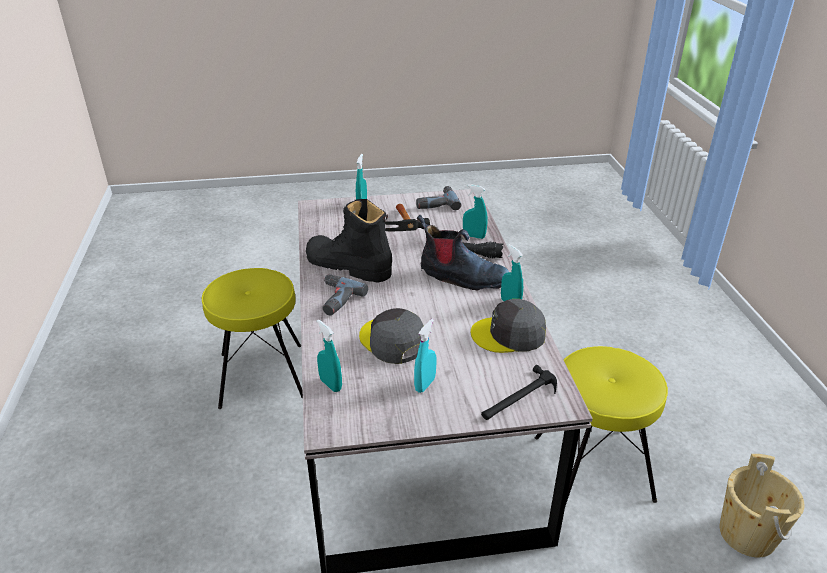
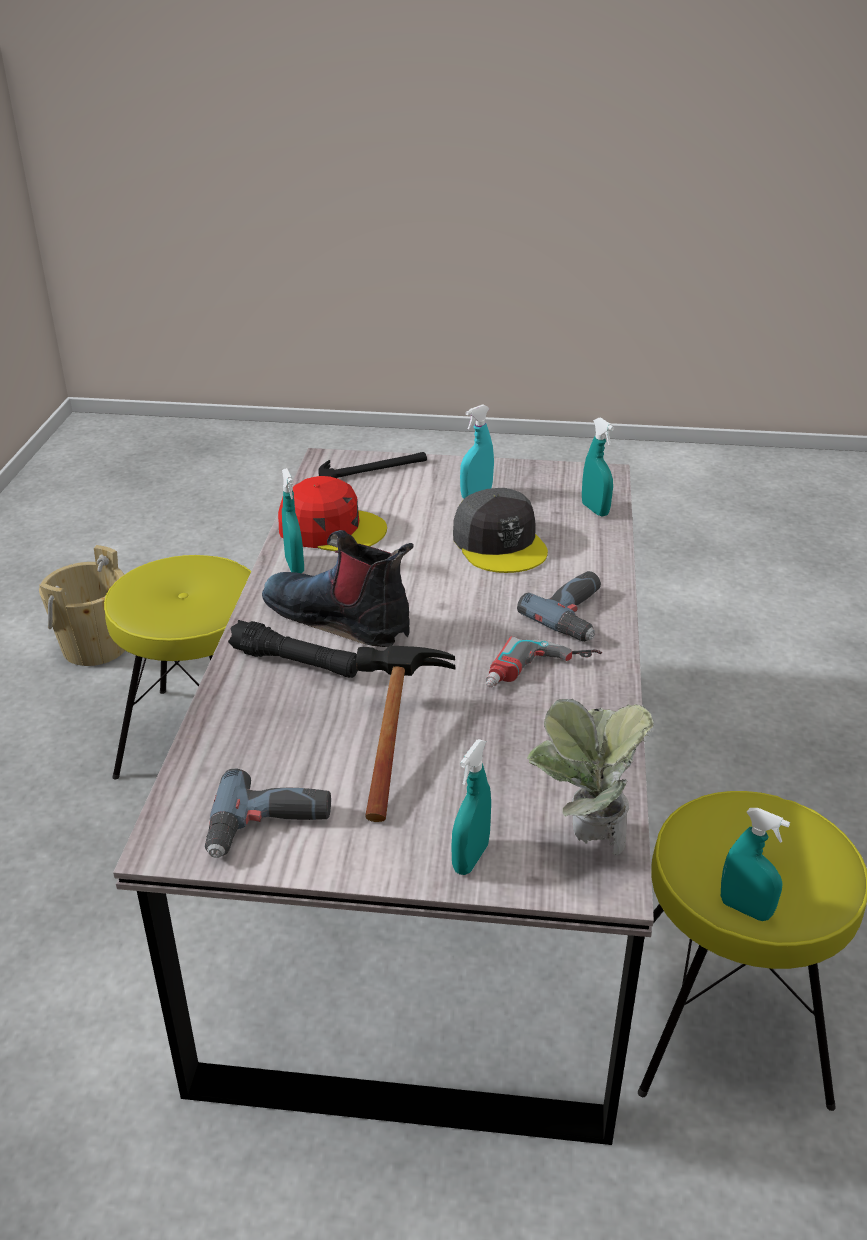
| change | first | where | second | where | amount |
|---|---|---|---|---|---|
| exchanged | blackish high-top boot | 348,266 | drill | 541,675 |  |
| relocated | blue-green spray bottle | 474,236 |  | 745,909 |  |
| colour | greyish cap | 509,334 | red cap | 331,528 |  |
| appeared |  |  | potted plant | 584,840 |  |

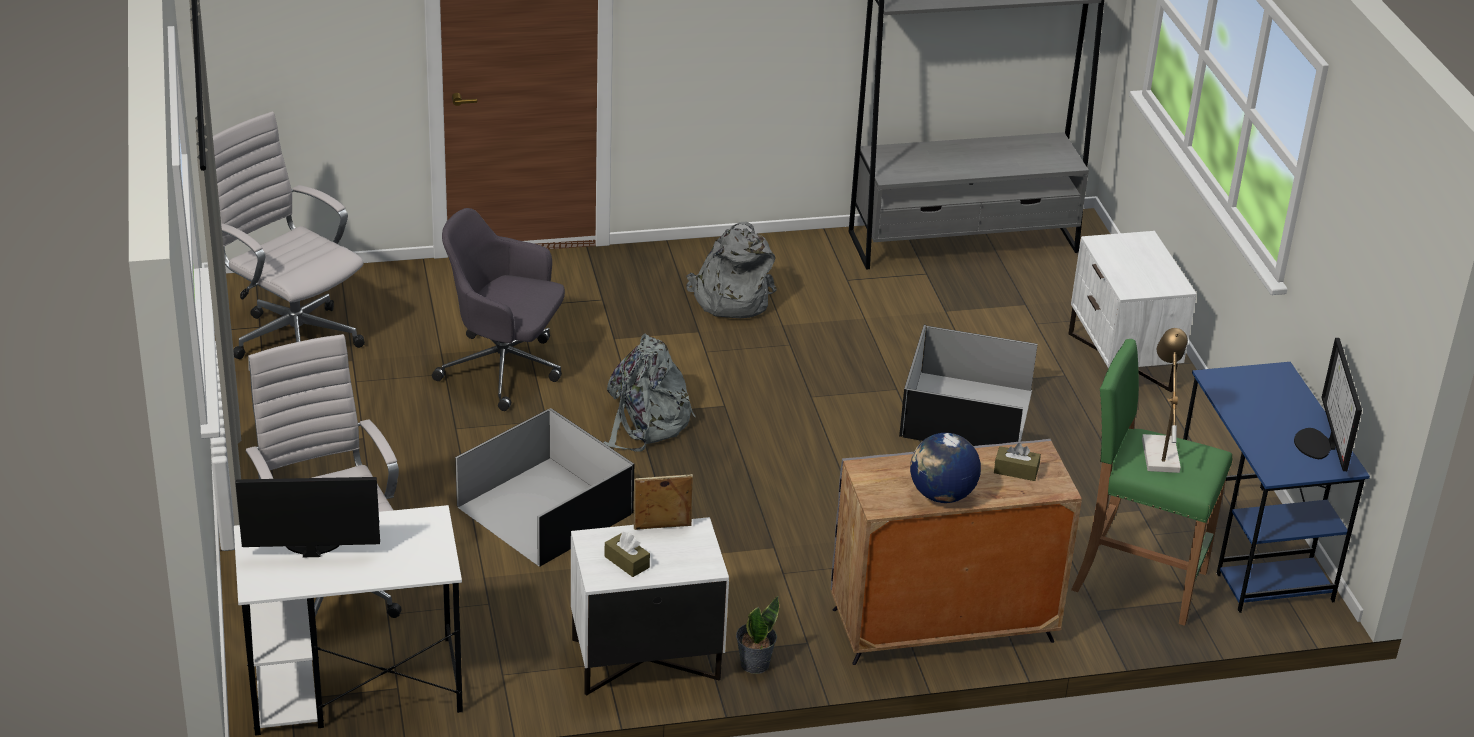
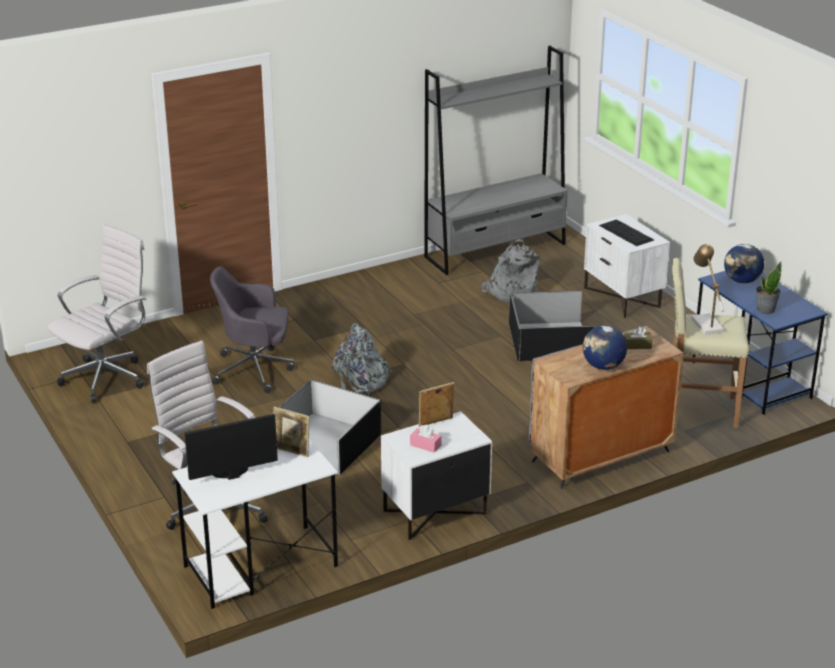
| change | first | where | second | where | amount |
|---|---|---|---|---|---|
| spun | whitish office chair | 293,337 |  | 107,377 | 105 degrees clockwise |
| colour | brown tissue box | 626,562 | pinkish tissue box | 425,445 |  |
| relocated | greyish rucksack | 730,299 |  | 511,292 |  |
| relocated | potted plant | 754,663 |  | 765,309 |  |
| colour | greenish sitting stool | 1137,580 | beige-coloured sitting stool | 698,410 |  |
| missing | computer display | 1318,444 |  |  |  |
| appeared |  |  | photo frame | 291,451 |  |
| appeared |  |  | PC keyboard | 625,232 |  |
| appeared |  |  | world globe | 742,281 |  |

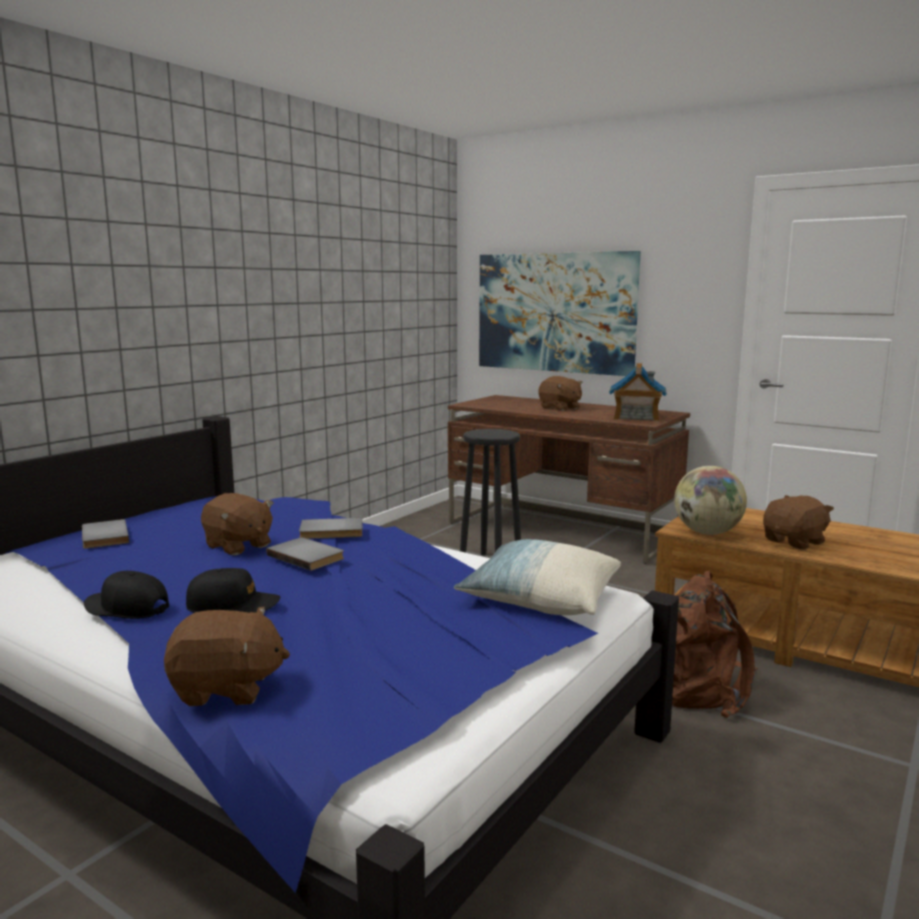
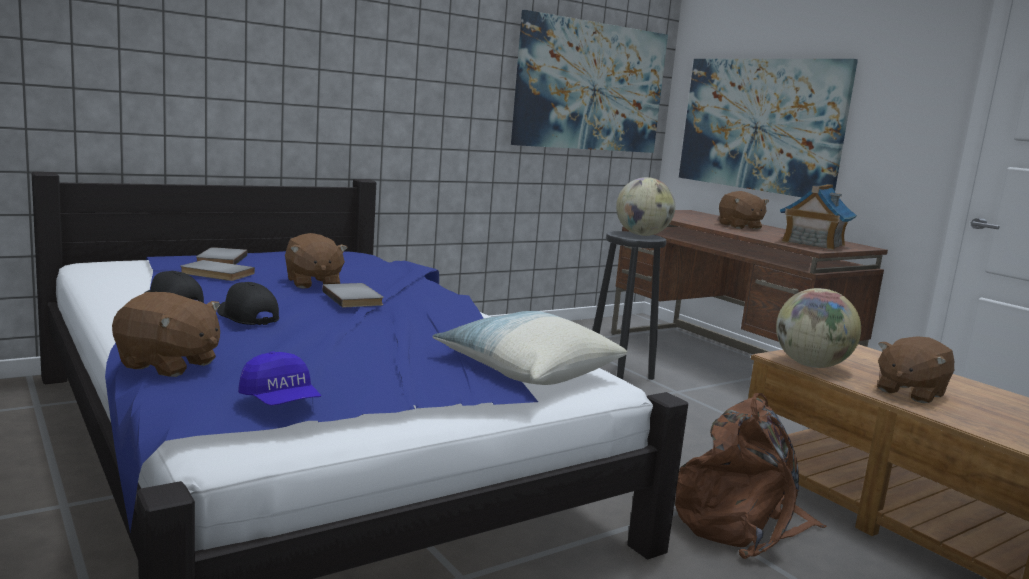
| change | first | where | second | where | amount |
|---|---|---|---|---|---|
| spun | blackish cap | 233,605 |  | 247,316 | 150 degrees counterclockwise |
| relocated | greyish book | 331,532 |  | 216,274 |  |
| spun | brown soft toy | 795,542 |  | 909,392 | 150 degrees clockwise |
| appeared |  |  | blue cap | 280,401 |  |
| appeared |  |  | picture | 591,87 |  |
| appeared |  |  | world globe | 642,235 |  |

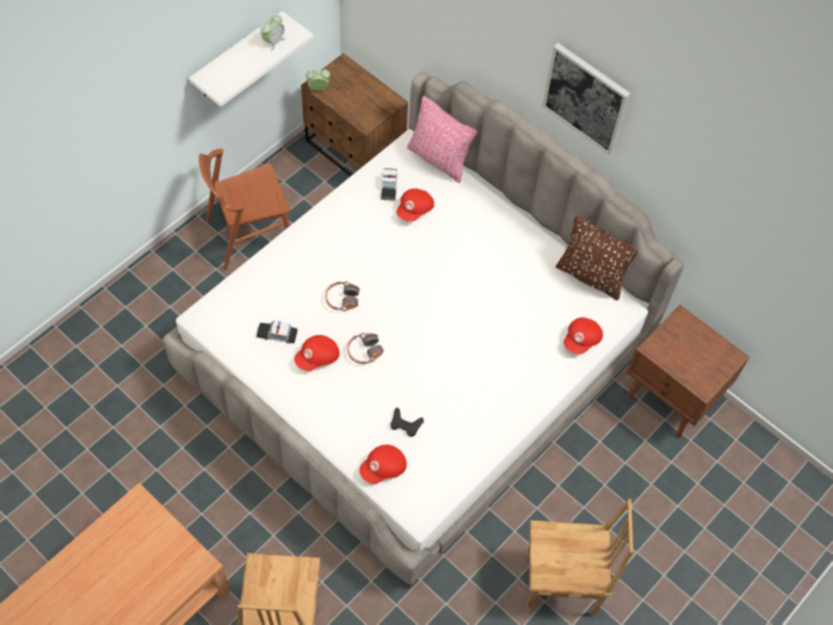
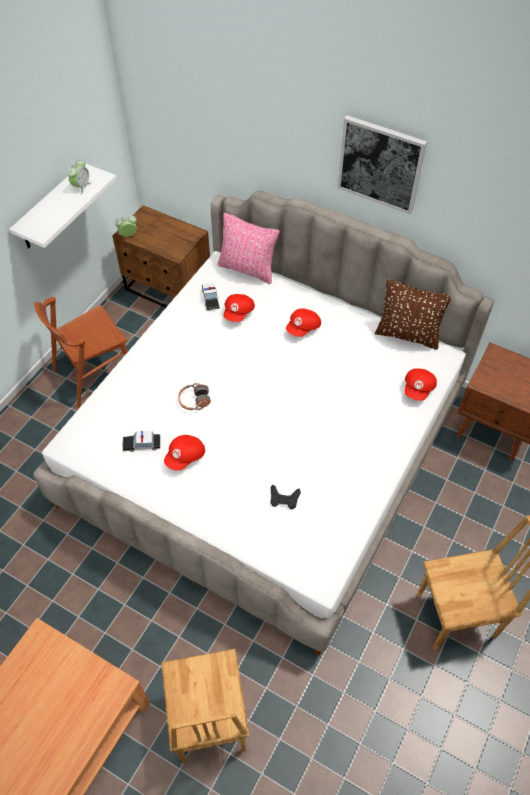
| change | first | where | second | where | amount |
|---|---|---|---|---|---|
| missing | headset | 364,352 |  |  |  |
| relocated | red cap | 384,468 |  | 303,328 |  |

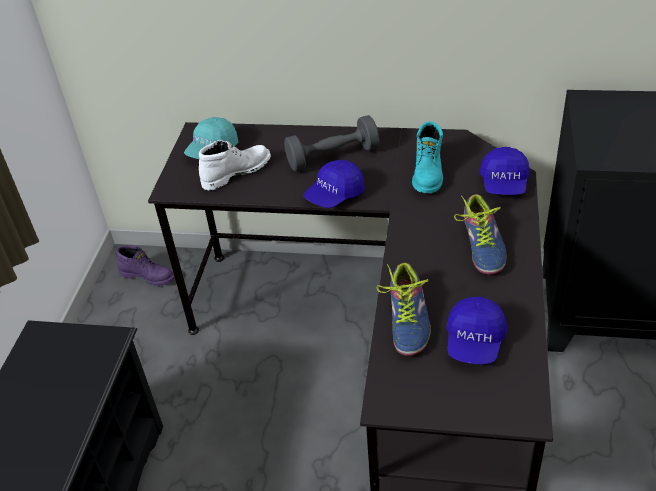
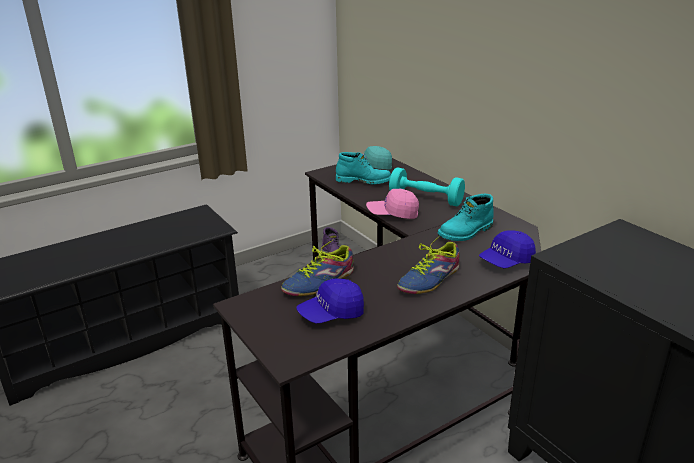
| change | first | where | second | where | amount |
|---|---|---|---|---|---|
| colour | whitish high-top boot | 236,172 | blue-green high-top boot | 364,181 |  |
| colour | greyish dumbbell | 332,157 | blue-green dumbbell | 426,199 |  |
| colour | blue cap | 335,195 | pinkish cap | 393,214 |  |

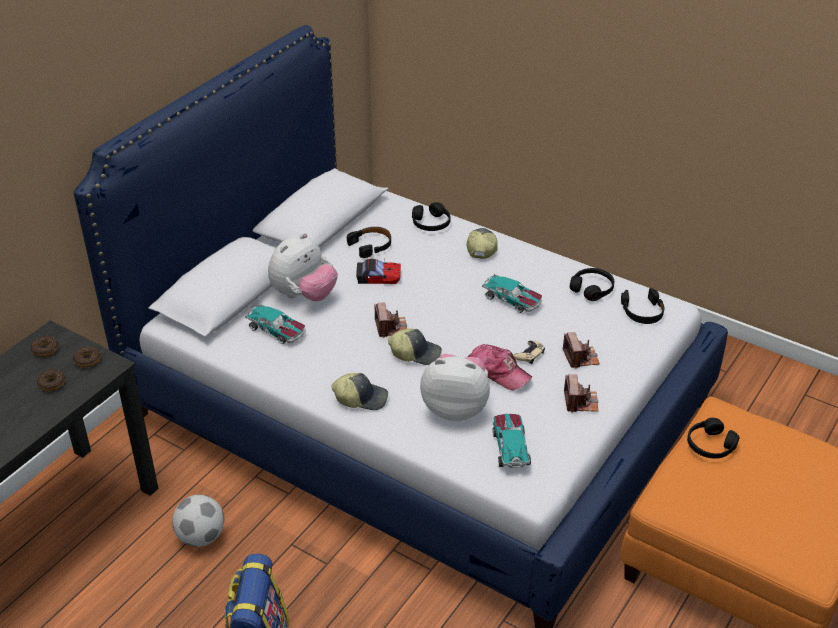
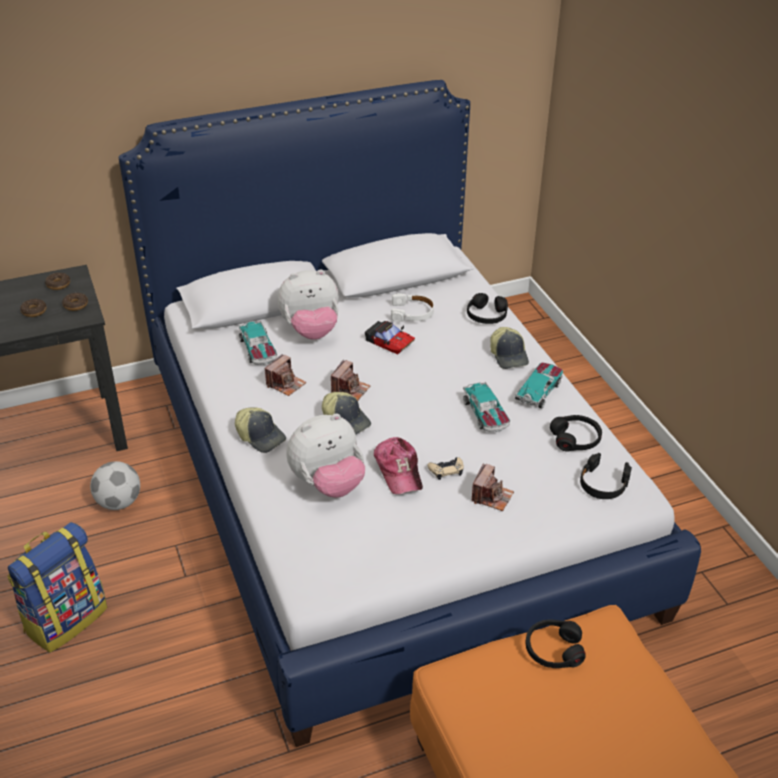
| change | first | where | second | where | amount |
|---|---|---|---|---|---|
| colour | blackish headset | 371,245 | whitish headset | 412,313 |  |
| spun | soft toy | 455,408 |  | 328,484 | 105 degrees clockwise |
| spun | cap | 481,248 |  | 509,356 | 120 degrees clockwise |
| relocated | miniature car | 510,447 |  | 538,391 |  |
| relocated | still camera | 580,402 |  | 286,384 |  |

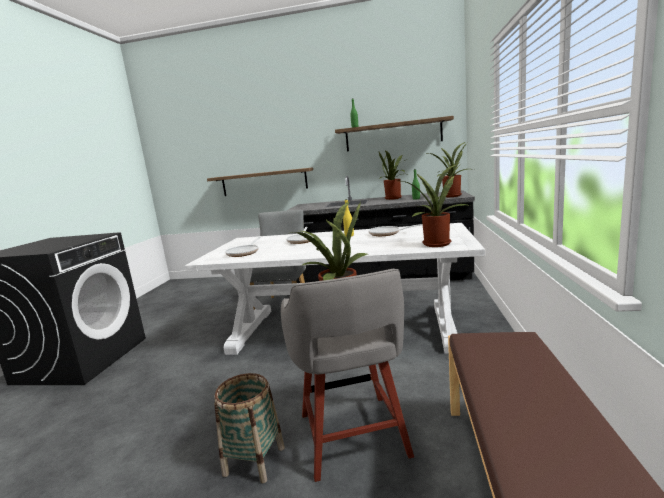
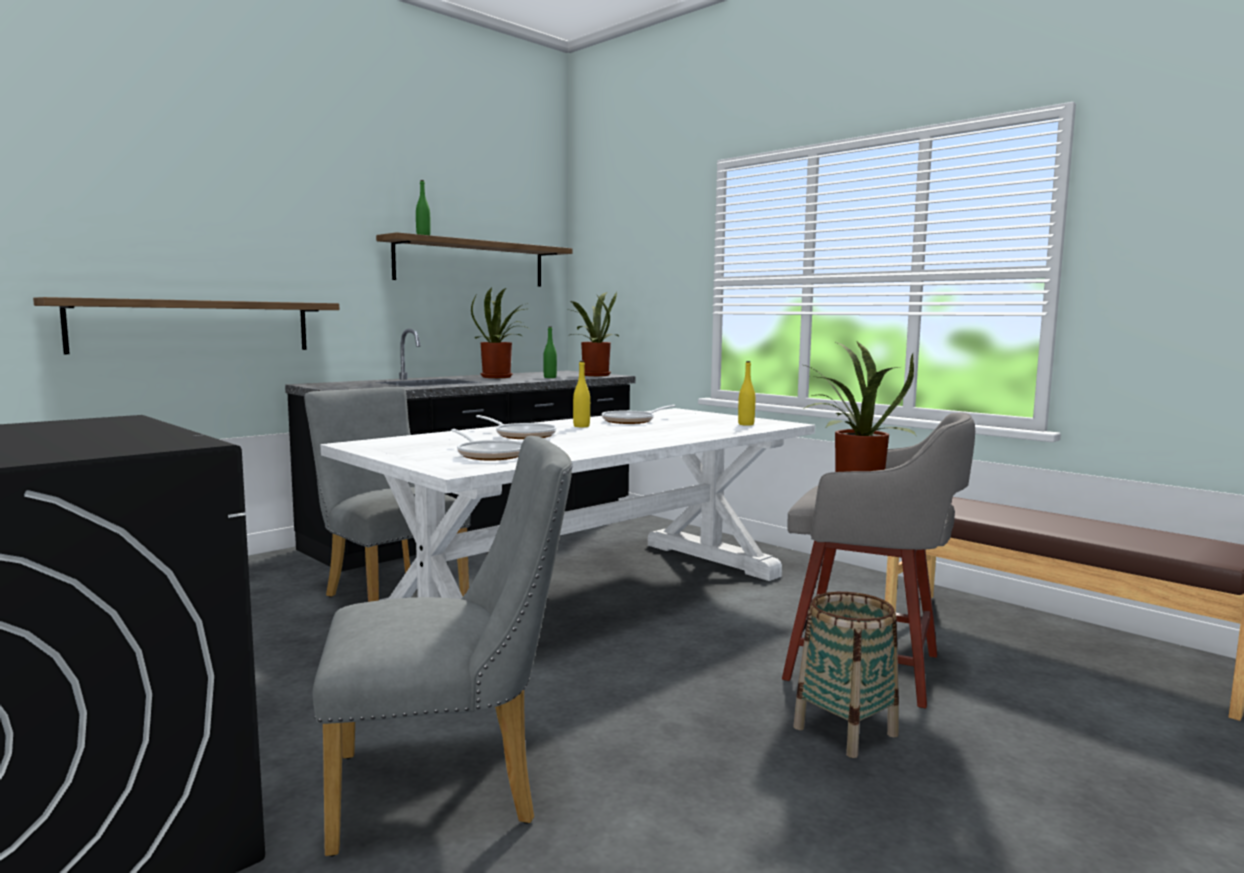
| change | first | where | second | where | amount |
|---|---|---|---|---|---|
| exchanged | potted plant | 436,243 | yellow bottle | 746,424 |  |
| appeared |  |  | greyish chair | 451,788 |  |

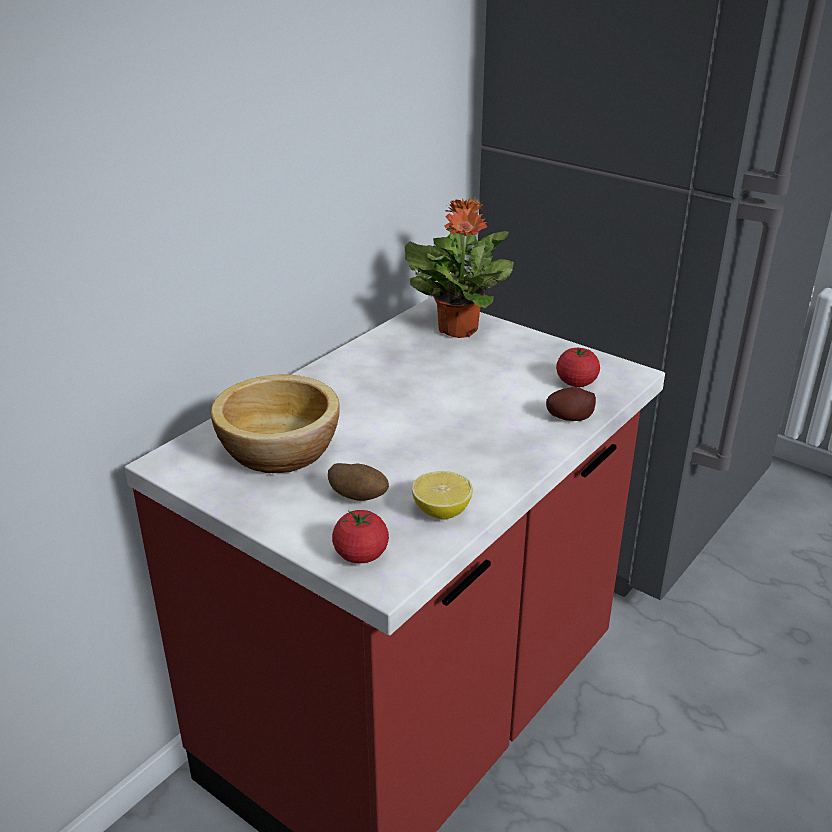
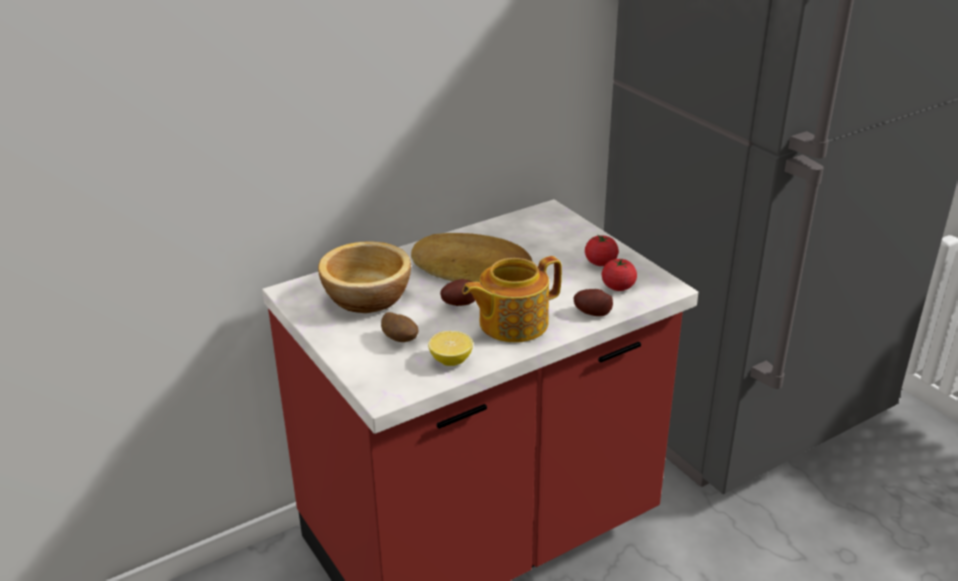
| change | first | where | second | where | amount |
|---|---|---|---|---|---|
| relocated | whole tomato | 361,554 |  | 600,262 |  |
| missing | potted plant | 458,329 |  |  |  |
| appeared |  |  | baked bread | 471,269 |  |
| appeared |  |  | whole potato | 459,303 |  |
| appeared |  |  | tea pot | 511,323 |  |

